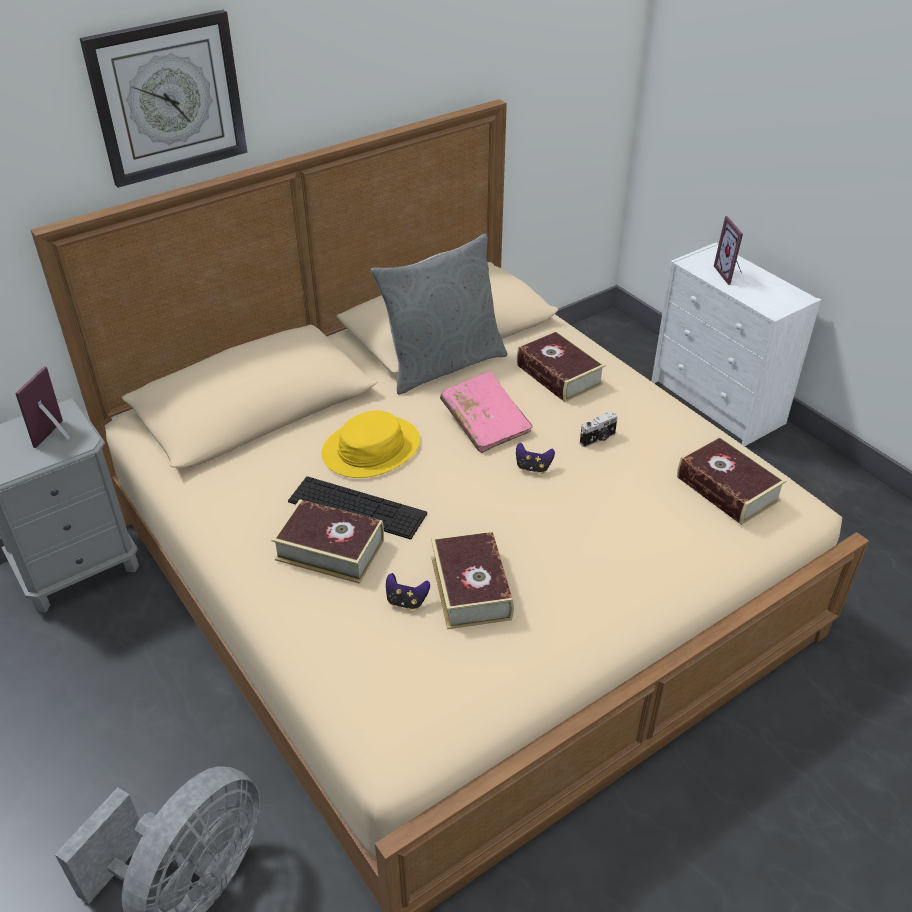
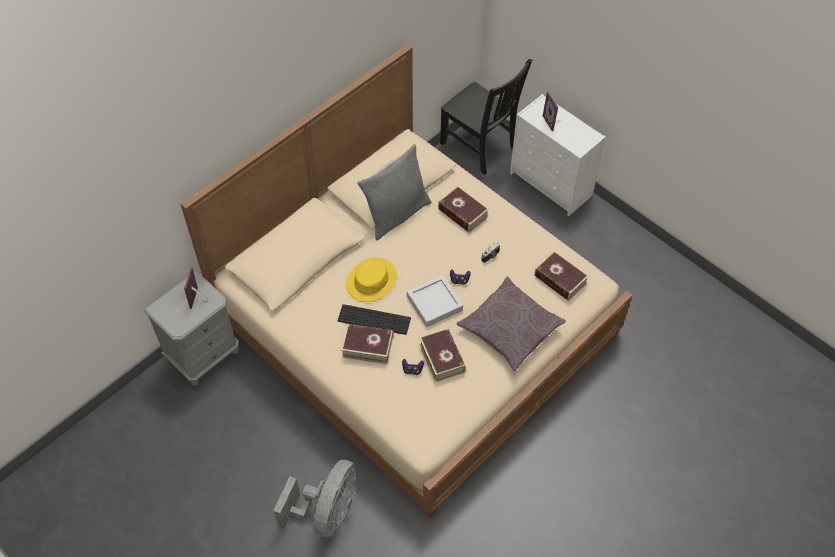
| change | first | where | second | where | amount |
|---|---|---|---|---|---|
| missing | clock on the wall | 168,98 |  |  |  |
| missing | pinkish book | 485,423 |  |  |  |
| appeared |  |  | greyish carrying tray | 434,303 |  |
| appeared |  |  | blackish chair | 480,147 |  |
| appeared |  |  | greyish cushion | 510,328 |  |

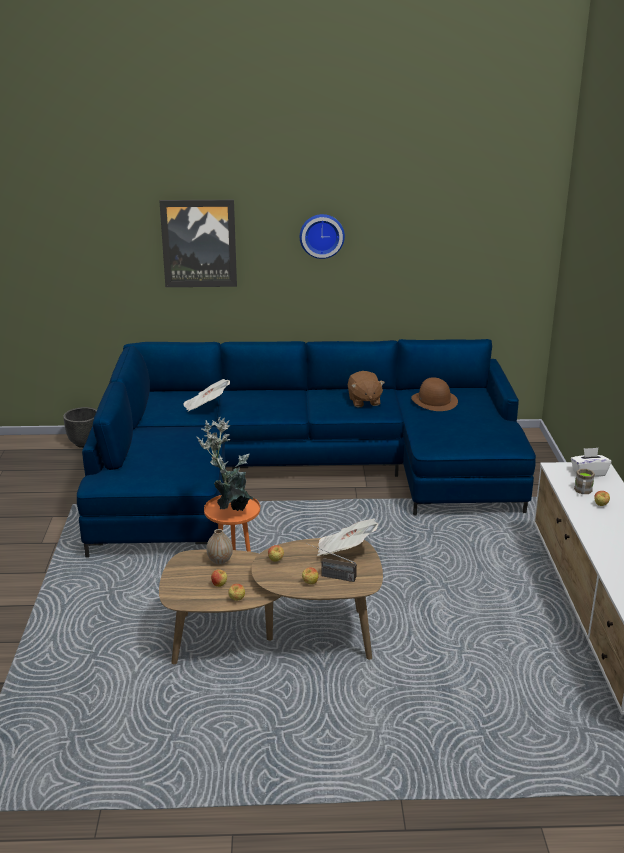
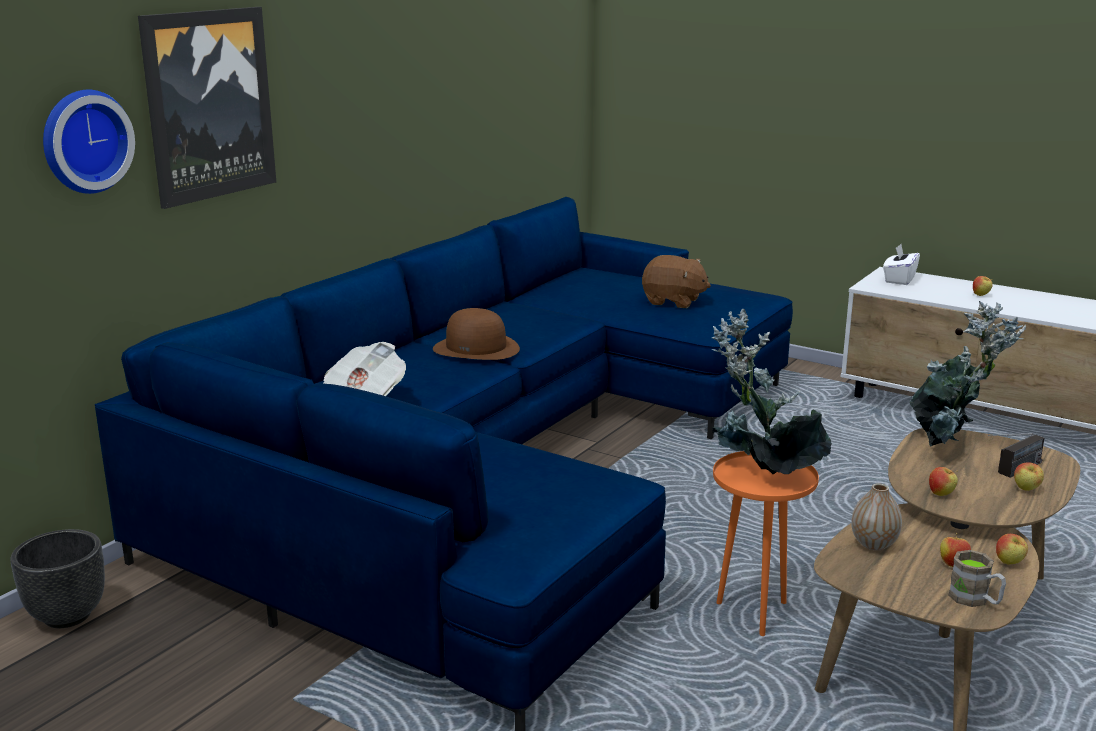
| change | first | where | second | where | amount |
|---|---|---|---|---|---|
| relocated | clock on the wall | 321,235 |  | 83,141 |  |
| exchanged | daily paper | 345,551 | potted plant | 949,446 |  |
| relocated | brown soft toy | 364,401 |  | 673,301 |  |
| relocated | brown wearable hat | 434,401 |  | 476,348 |  |
| relocated | brown coffee mug | 582,492 |  | 975,600 |  |

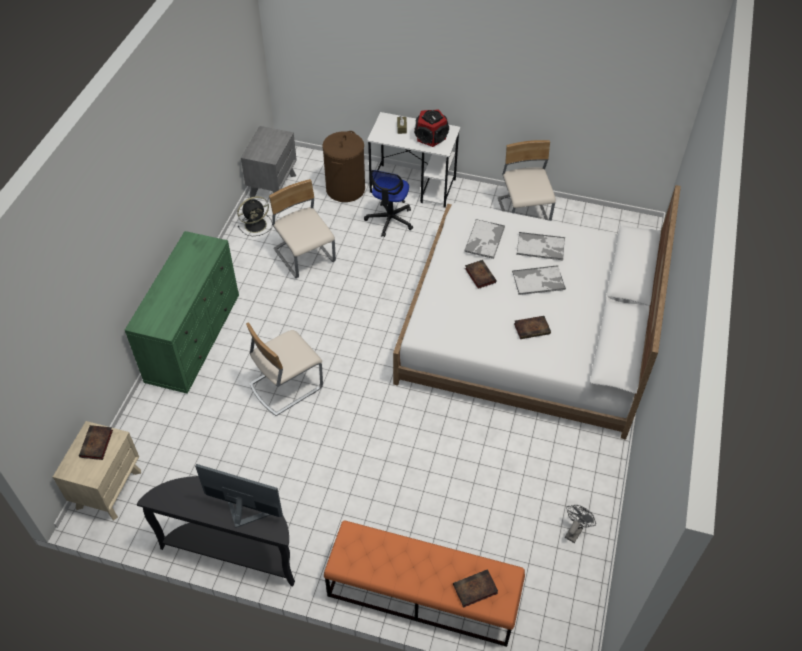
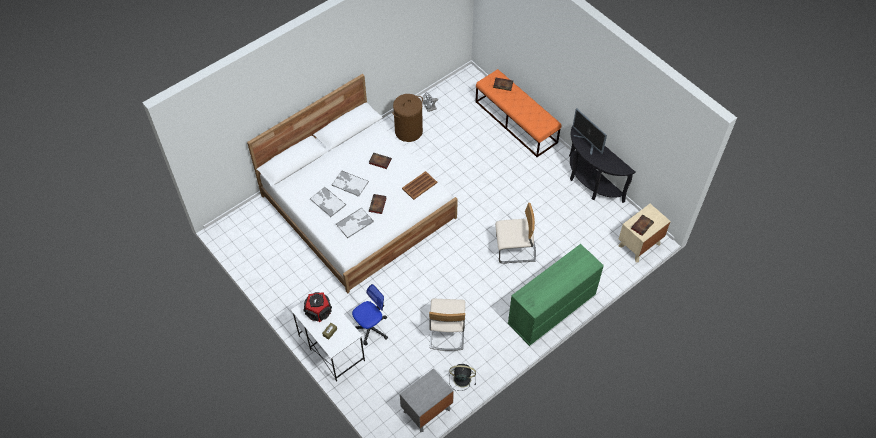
| change | first | where | second | where | amount |
|---|---|---|---|---|---|
| relocated | brown laundry basket | 345,189 |  | 408,131 |  |
| missing | beige-coloured chair | 524,212 |  |  |  |
| appeared |  |  | brown carrying tray | 420,185 |  |

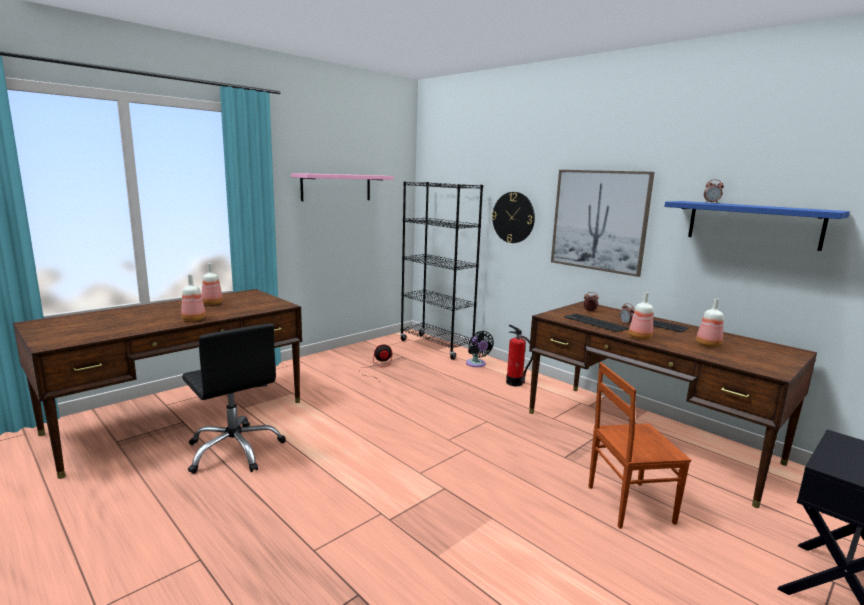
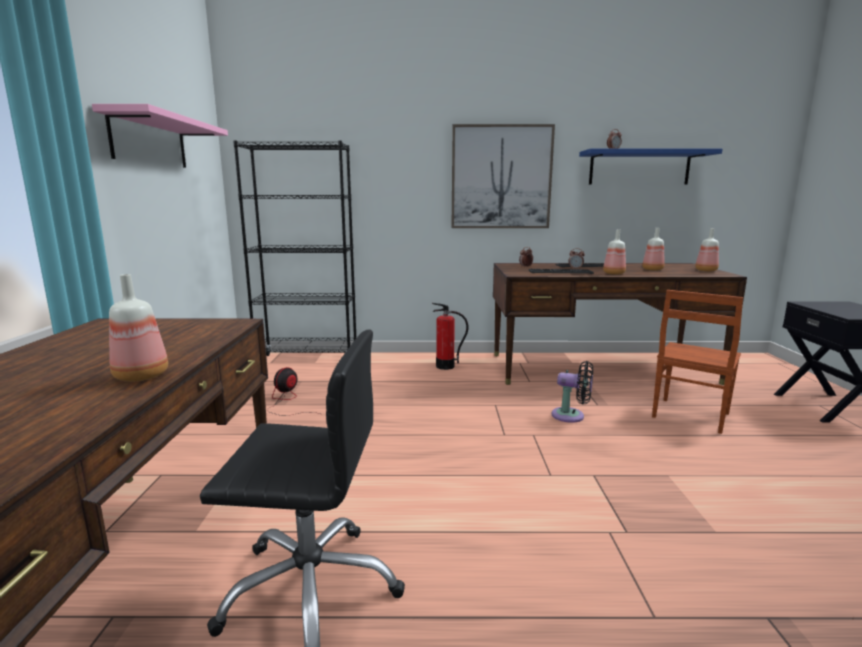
| change | first | where | second | where | amount |
|---|---|---|---|---|---|
| relocated | bottle | 211,303 |  | 706,271 |  |
| relocated | blackish cooling fan | 476,364 |  | 571,416 |  |
| missing | clock on the wall | 513,217 |  |  |  |

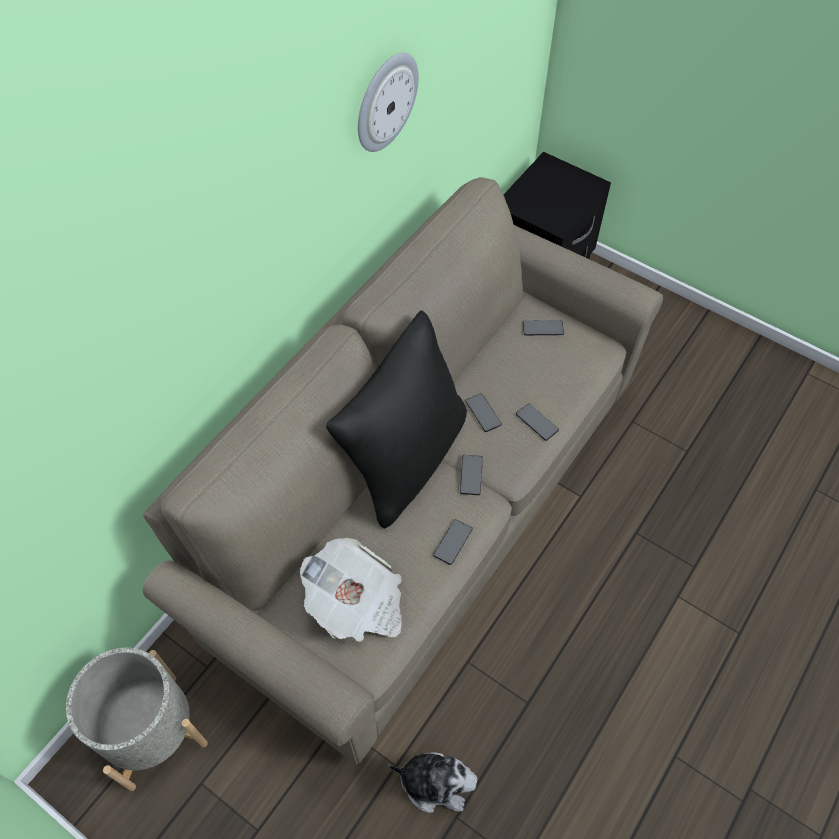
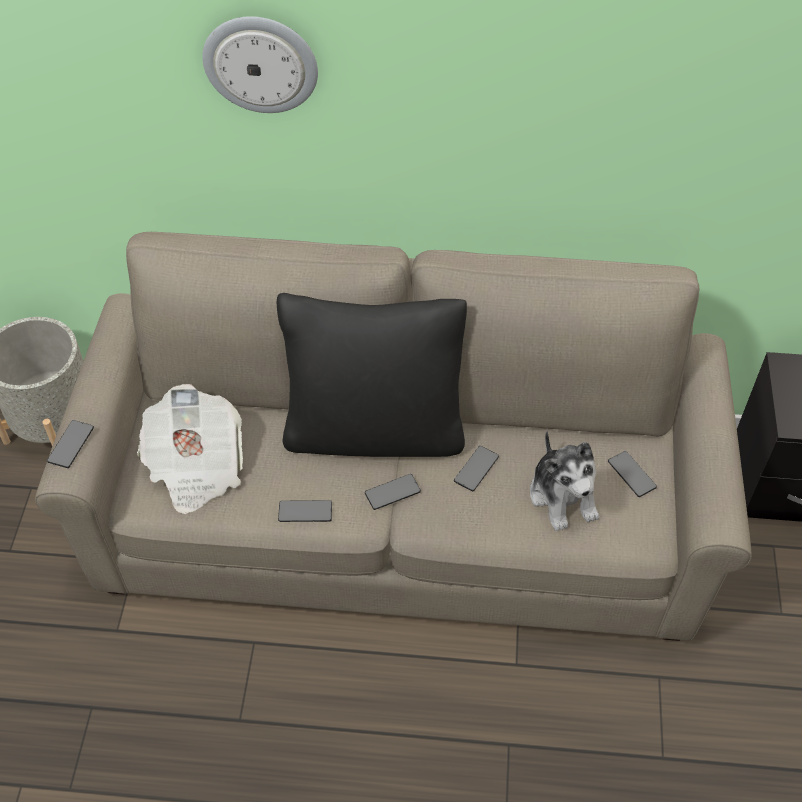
| change | first | where | second | where | amount |
|---|---|---|---|---|---|
| relocated | clock on the wall | 385,102 |  | 261,63 |  |
| relocated | soft toy | 435,782 |  | 563,496 |  |
| relocated | telephone | 537,422 |  | 71,445 |  |

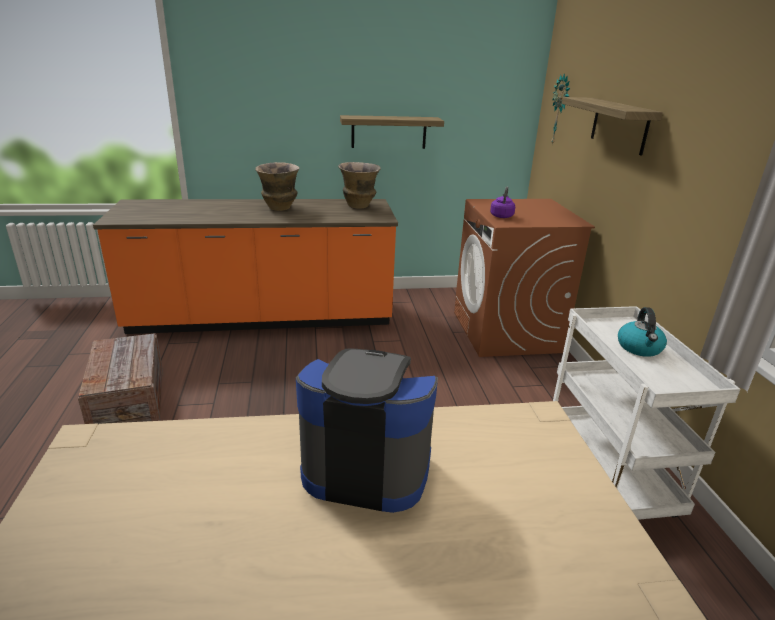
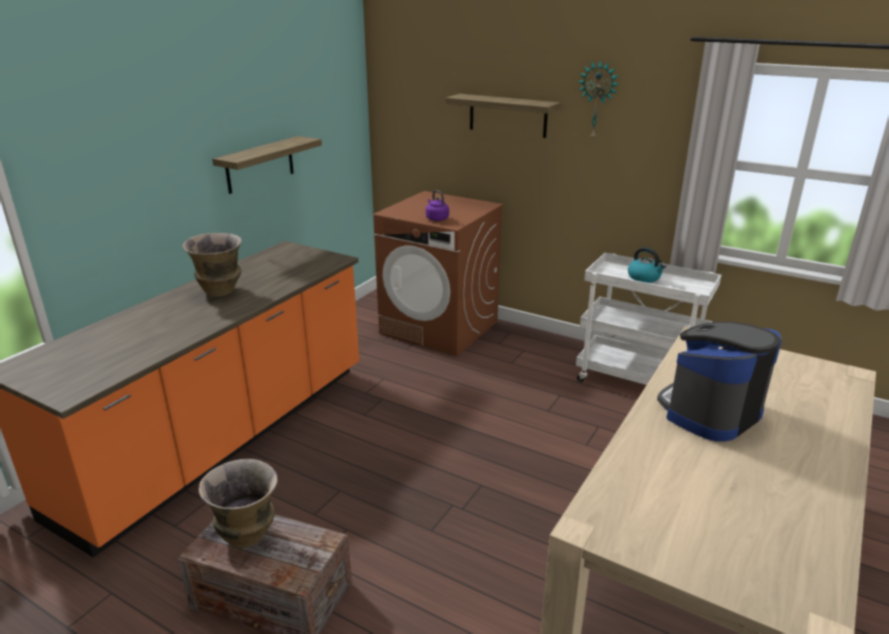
| change | first | where | second | where | amount |
|---|---|---|---|---|---|
| relocated | decorative vase | 359,206 |  | 248,535 |  |
| relocated | clock on the wall | 560,110 |  | 597,100 |  |

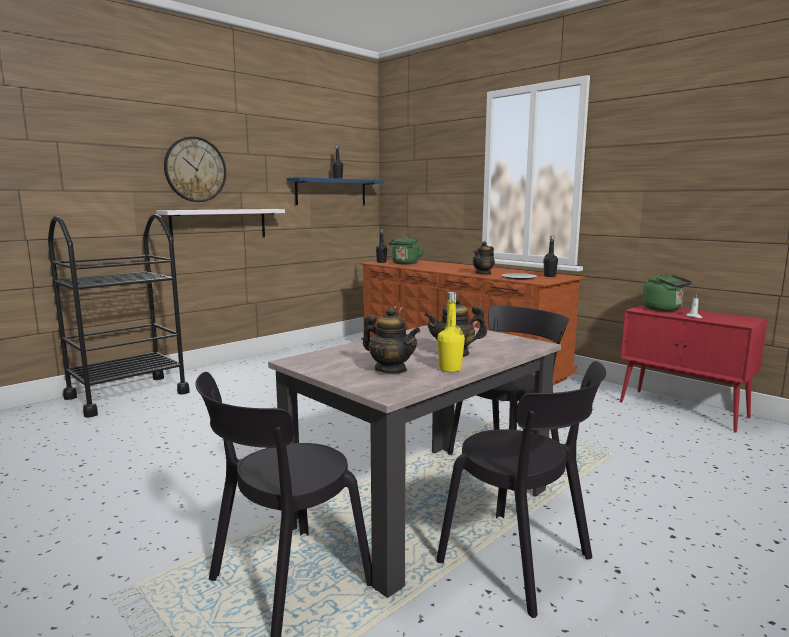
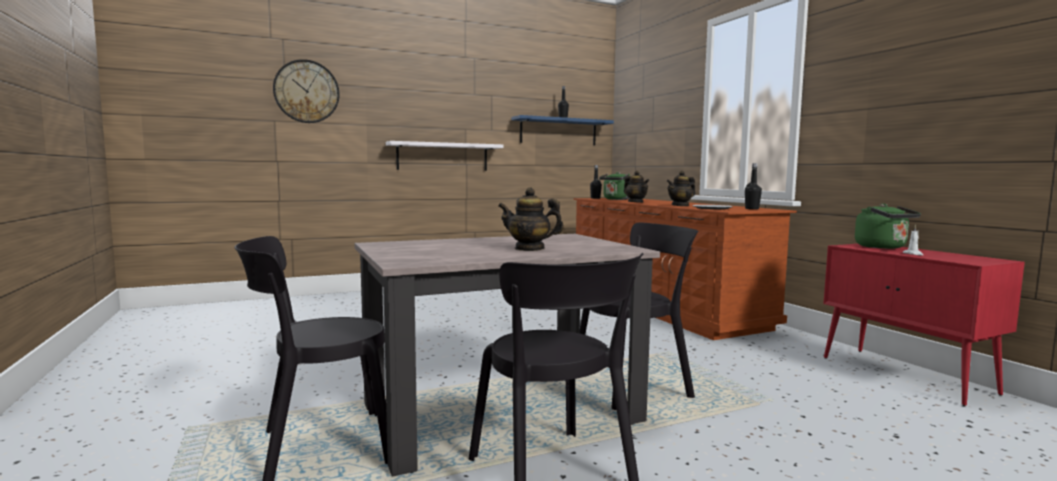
| change | first | where | second | where | amount |
|---|---|---|---|---|---|
| missing | blackish wheeled cart | 127,395 |  |  |  |
| relocated | clock on the wall | 195,169 |  | 306,91 |  |
| relocated | tea pot | 390,370 |  | 635,202 |  |
| missing | yellow bottle | 450,369 |  |  |  |

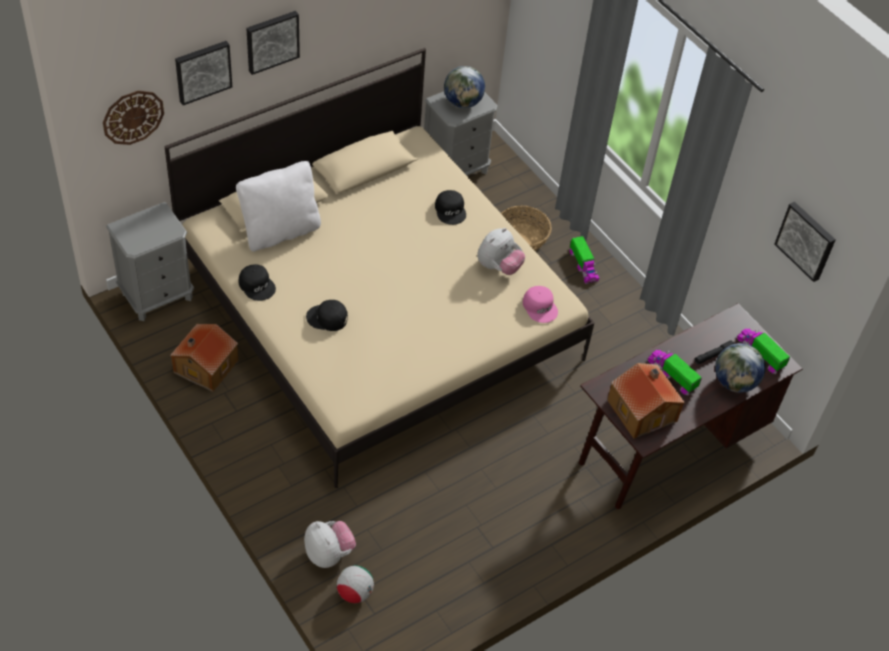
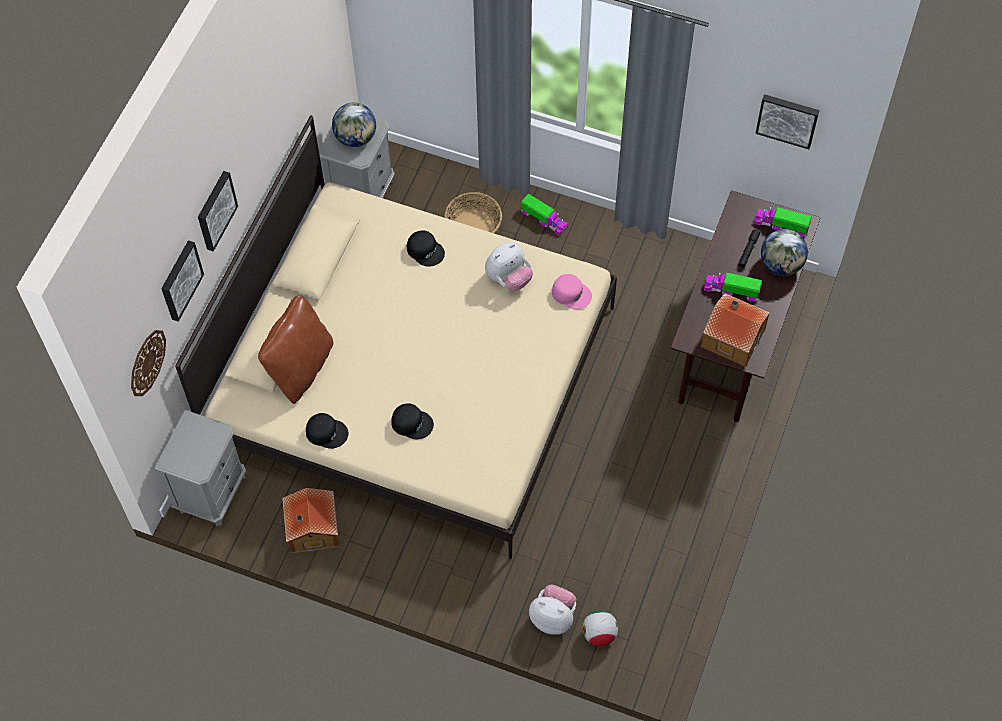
| change | first | where | second | where | amount |
|---|---|---|---|---|---|
| colour | whitish cushion | 280,231 | brown cushion | 301,368 |  |
| spun | blackish cap | 327,318 |  | 412,422 | 135 degrees counterclockwise |
| spun | soft toy | 498,267 |  | 508,278 | 45 degrees clockwise |

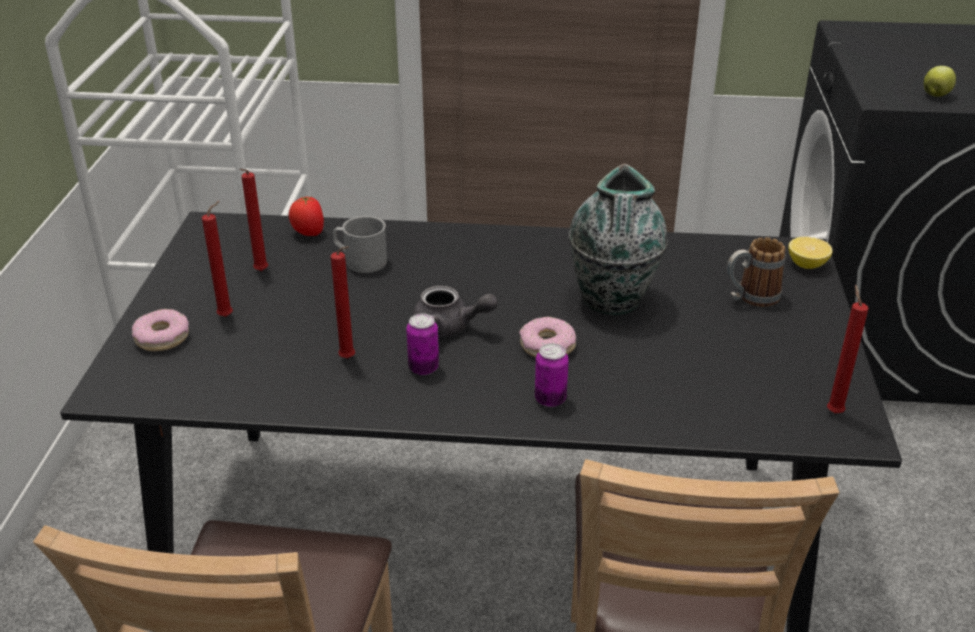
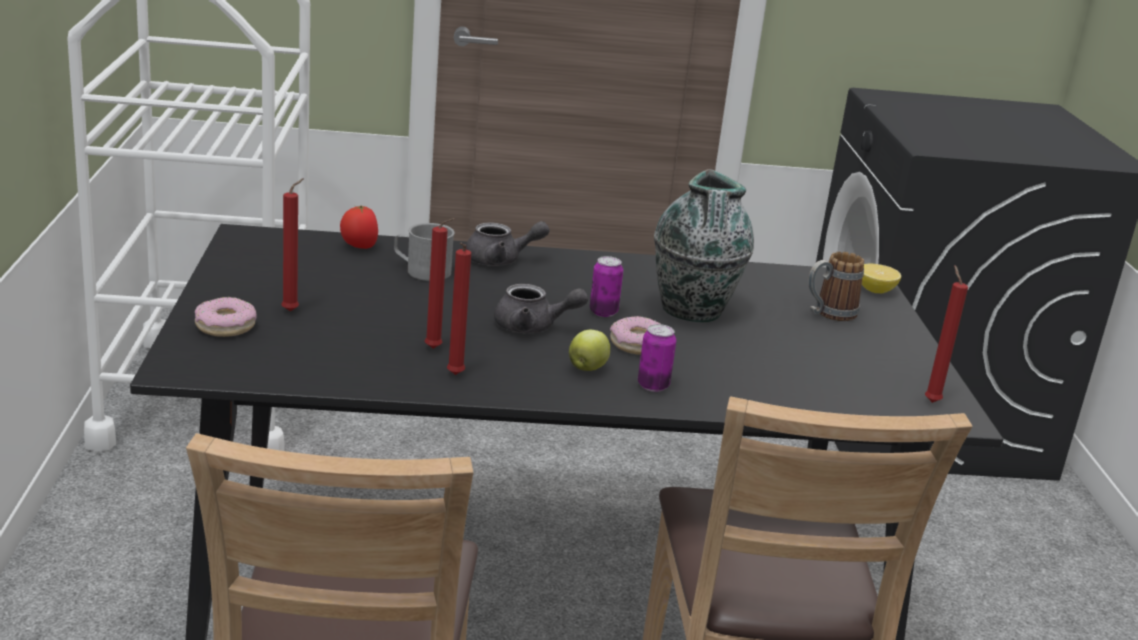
| change | first | where | second | where | amount |
|---|---|---|---|---|---|
| relocated | red candle | 260,272 |  | 454,376 |  |
| relocated | metal can | 423,368 |  | 603,312 |  |
| relocated | whole apple | 935,95 |  | 587,368 |  |
| appeared |  |  | greyish tea pot | 500,260 |  |

